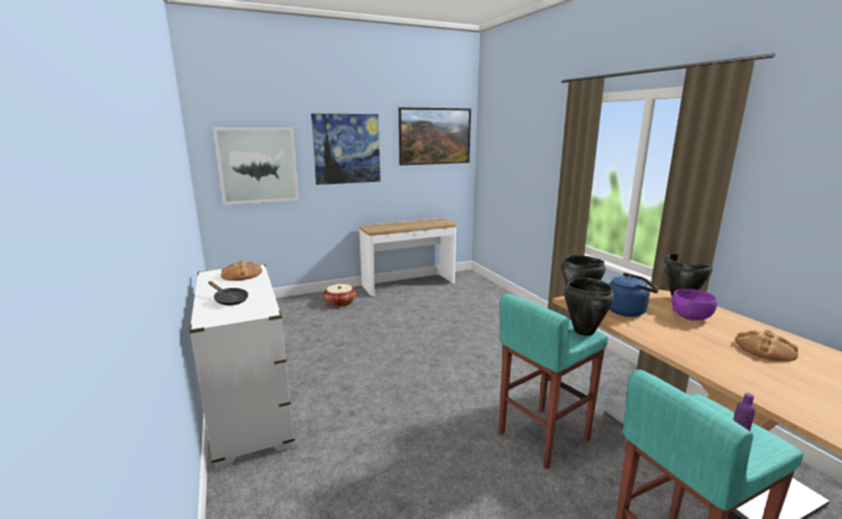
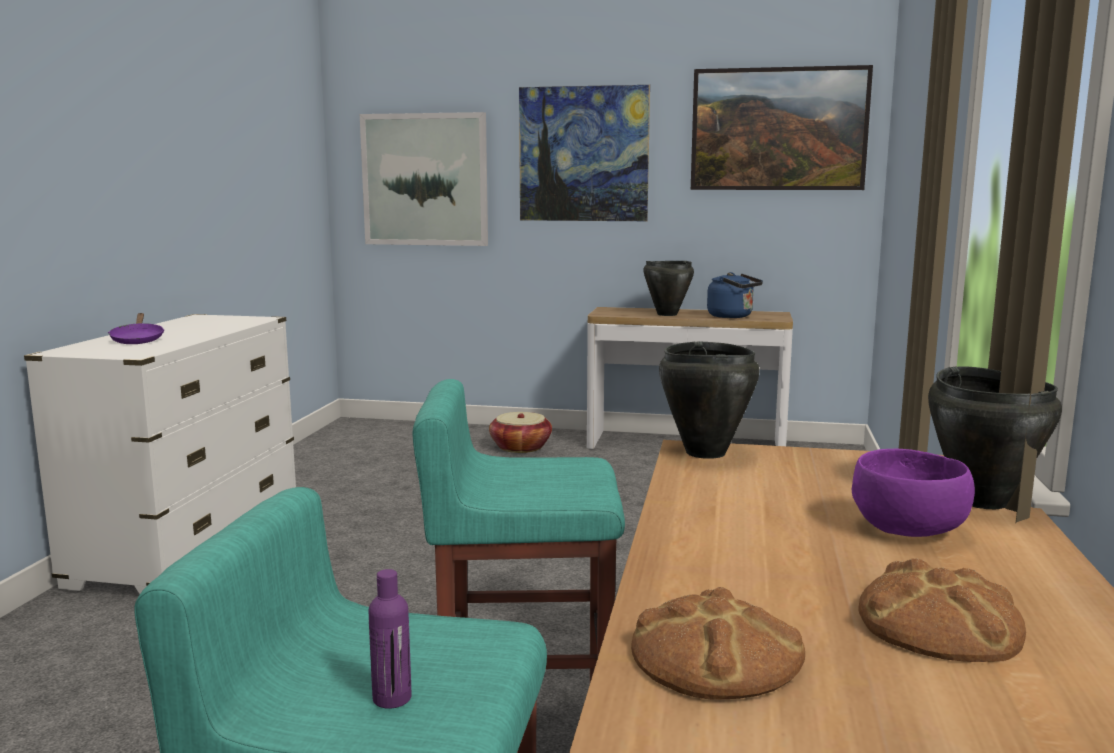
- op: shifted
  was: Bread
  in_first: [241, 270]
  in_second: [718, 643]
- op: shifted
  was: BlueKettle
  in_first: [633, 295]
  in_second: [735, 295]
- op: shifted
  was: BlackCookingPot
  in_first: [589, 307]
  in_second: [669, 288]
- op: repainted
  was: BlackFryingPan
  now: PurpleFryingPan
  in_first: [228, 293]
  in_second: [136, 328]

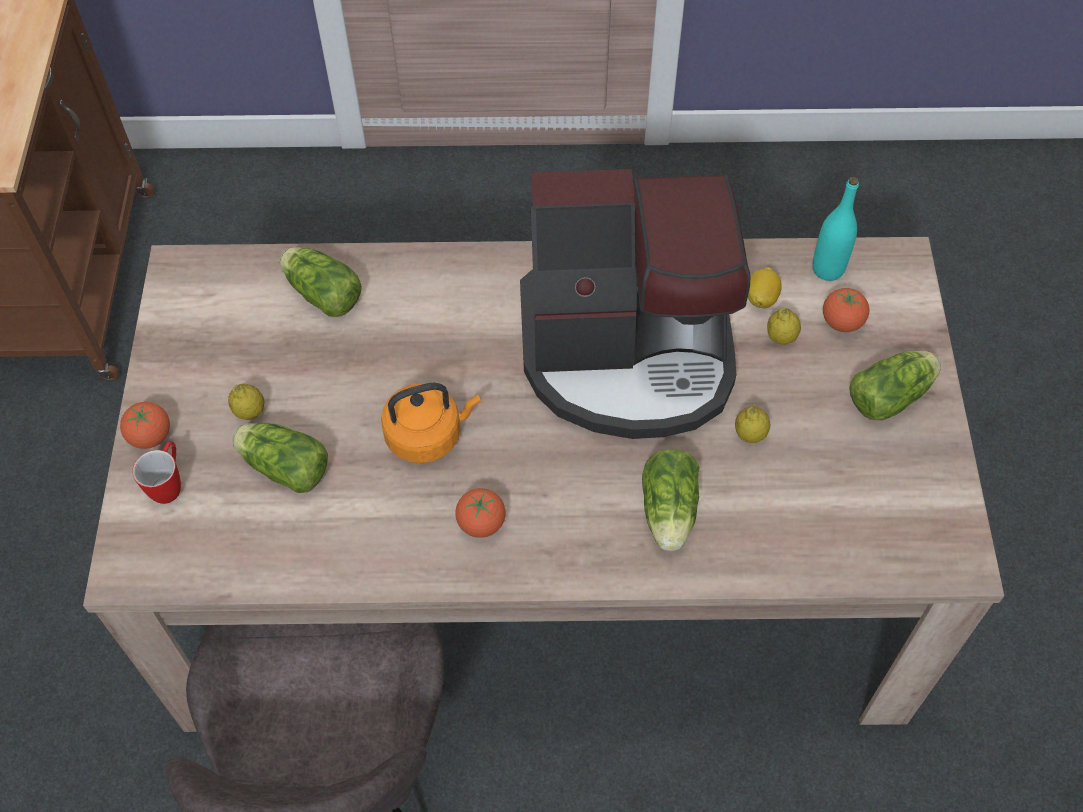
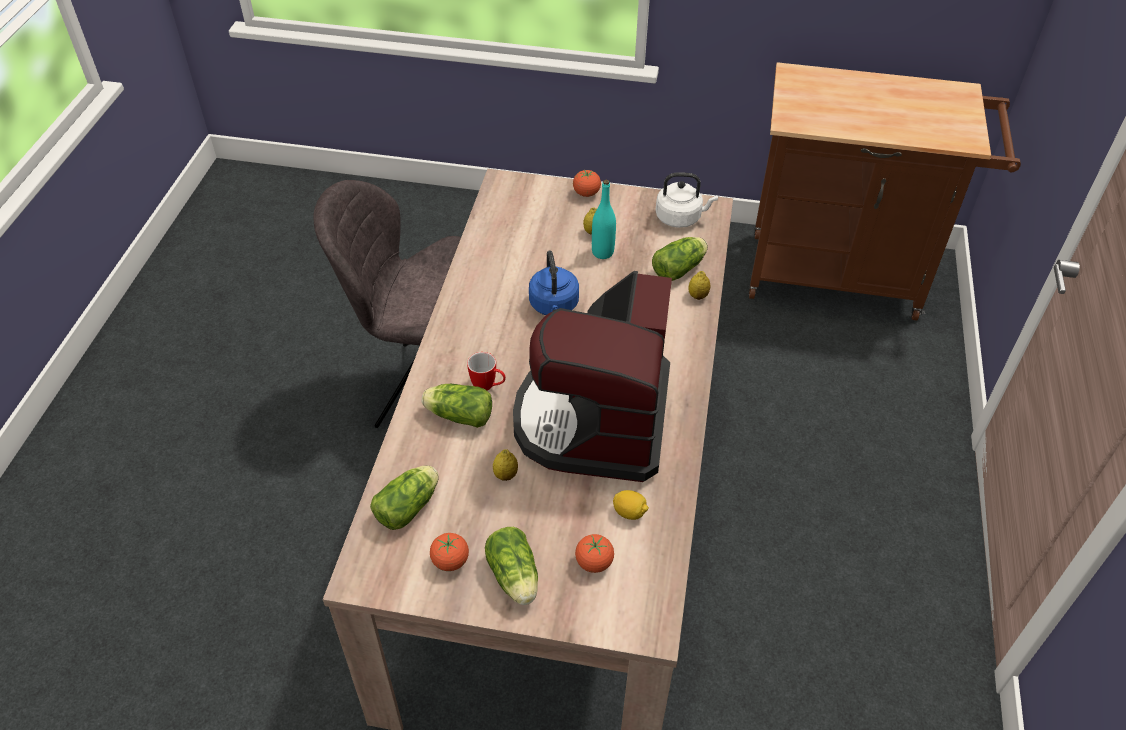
- op: shifted
  was: TurquoiseBottle
  in_first: [835, 229]
  in_second: [604, 219]
- op: shifted
  was: Lemon
  in_first: [784, 326]
  in_second: [699, 285]
- op: repainted
  was: OrangeKettle
  now: BlueKettle
  in_first: [431, 423]
  in_second: [554, 282]
- op: shifted
  was: Lettuce
  in_first: [280, 458]
  in_second: [404, 497]
- op: shifted
  was: Mug
  in_first: [156, 472]
  in_second: [486, 371]
- op: shifted
  was: Tomato
  in_first: [480, 513]
  in_second: [449, 552]
- op: new
  now: WhiteKettle
  in_second: [686, 200]

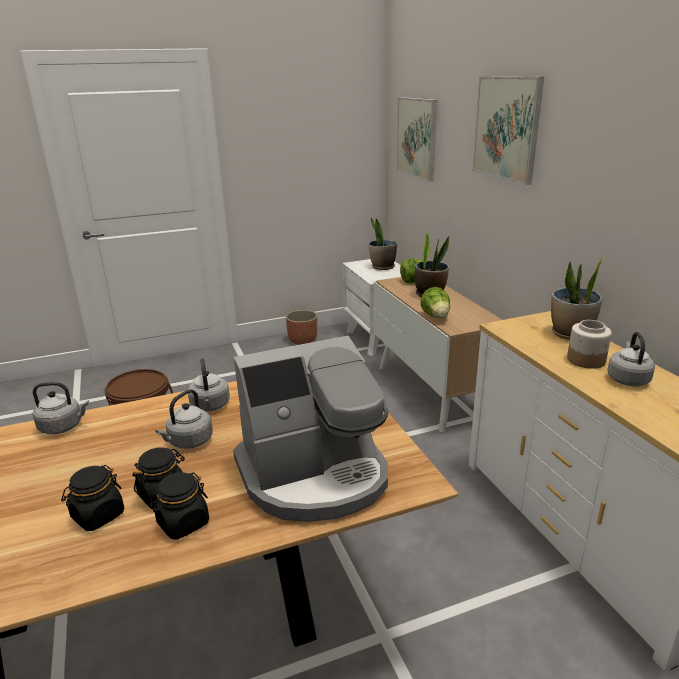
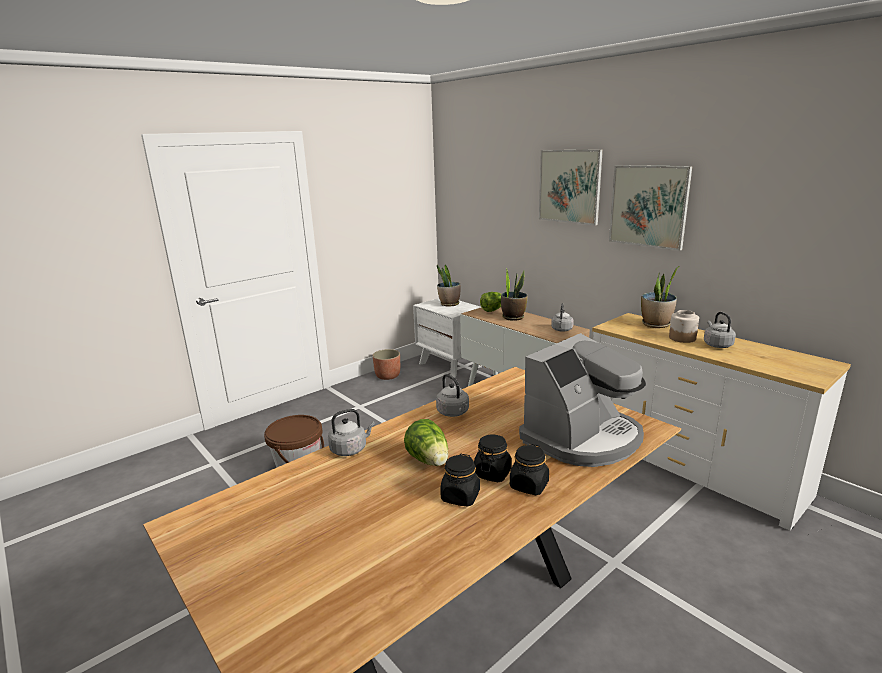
- op: shifted
  was: Picture
  in_first: [416, 139]
  in_second: [650, 208]
- op: shifted
  was: Lettuce
  in_first: [435, 302]
  in_second: [426, 442]
- op: shifted
  was: GreyKettle
  in_first: [184, 419]
  in_second: [562, 317]

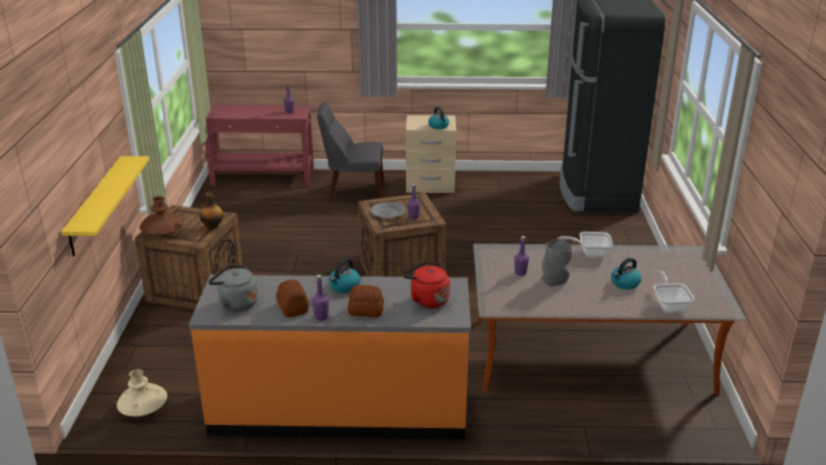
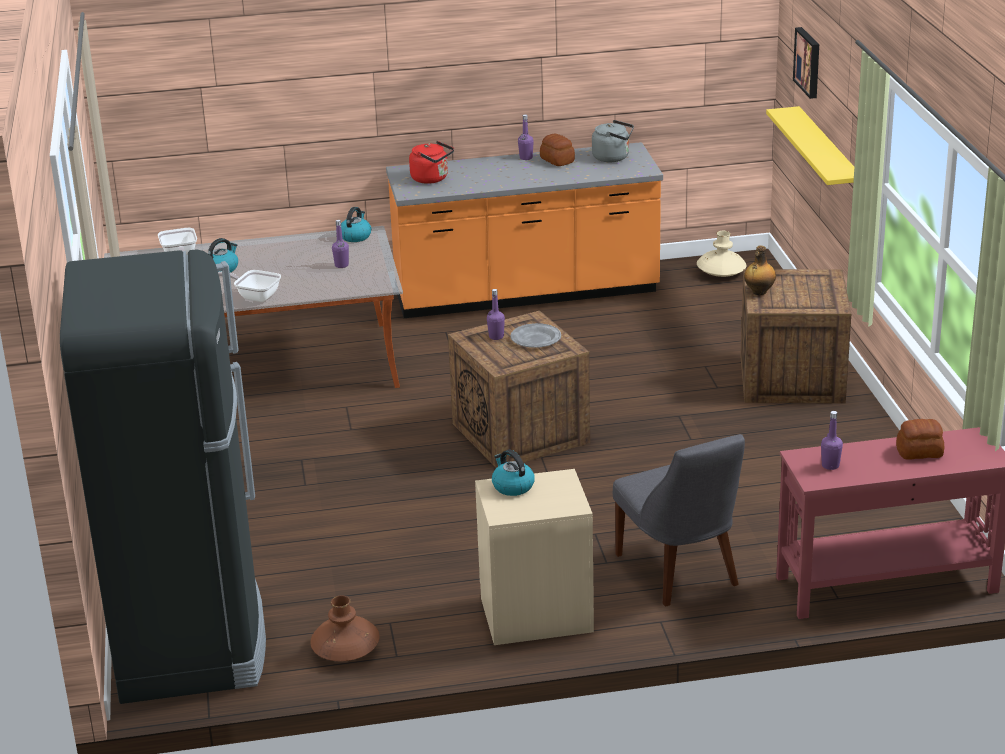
- op: rotated
  was: GreyChair
  in_first: [350, 152]
  in_second: [679, 520]
  clockwise: 75
- op: shifted
  was: BrownVase
  in_first: [161, 216]
  in_second: [345, 628]
- op: rotated
  was: FryingPan
  in_first: [585, 244]
  in_second: [249, 286]
  clockwise: -150
- op: gone
  was: GreyVase
  in_first: [557, 262]
- op: shifted
  was: Kettle
  in_first: [344, 275]
  in_second: [356, 224]
- op: shifted
  was: Bread
  in_first: [366, 301]
  in_second: [920, 439]
- op: new
  now: Picture
  in_second: [806, 63]

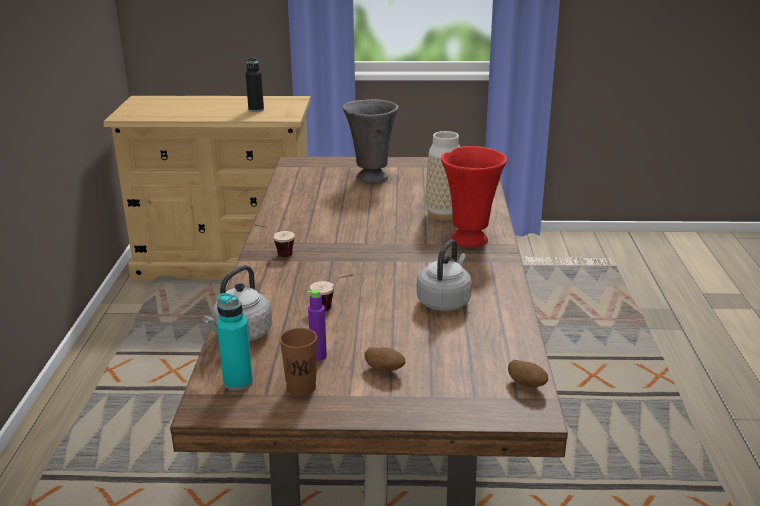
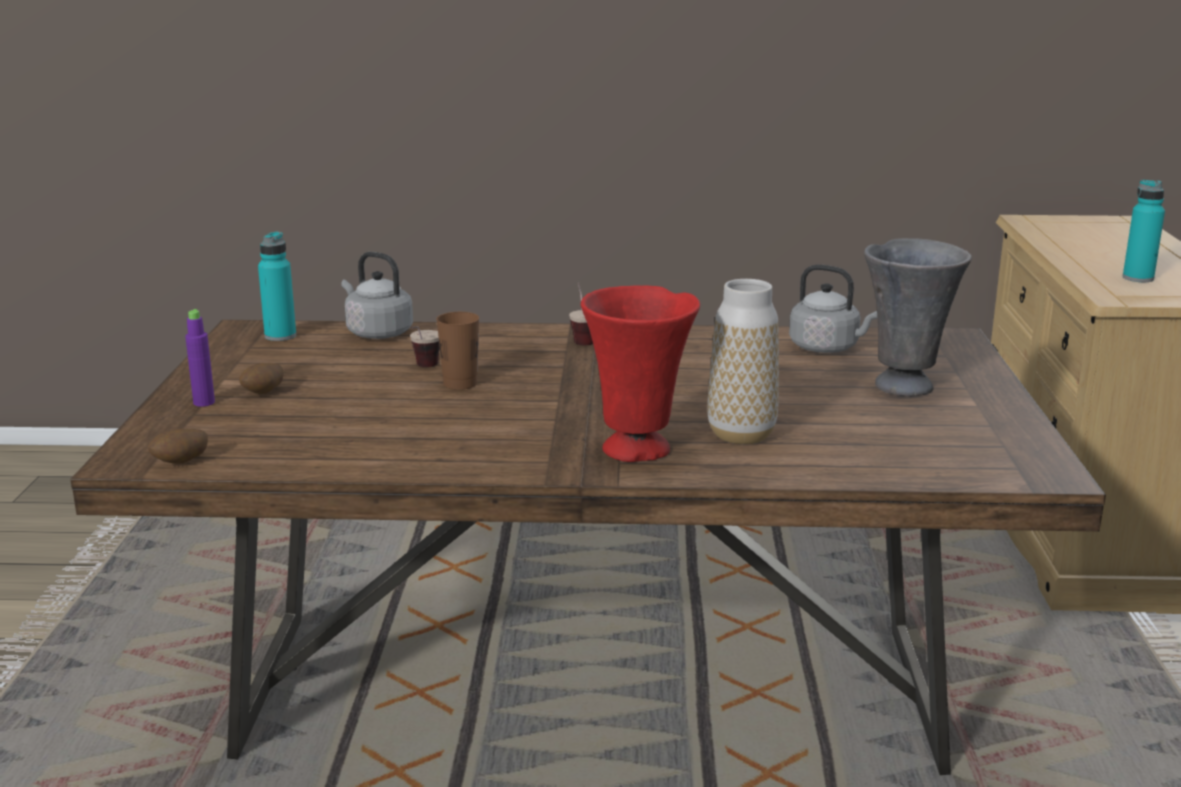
- op: repainted
  was: BlackBottle
  now: TurquoiseBottle
  in_first: [255, 84]
  in_second: [1144, 231]
- op: shifted
  was: GreyKettle
  in_first: [444, 275]
  in_second: [833, 309]
- op: shifted
  was: PurpleBottle
  in_first: [317, 325]
  in_second: [200, 358]
- op: shifted
  was: BrownCup
  in_first: [298, 362]
  in_second: [457, 351]

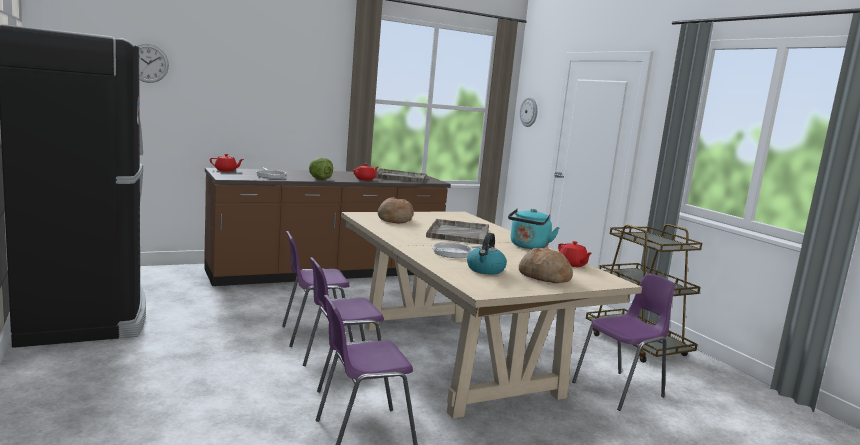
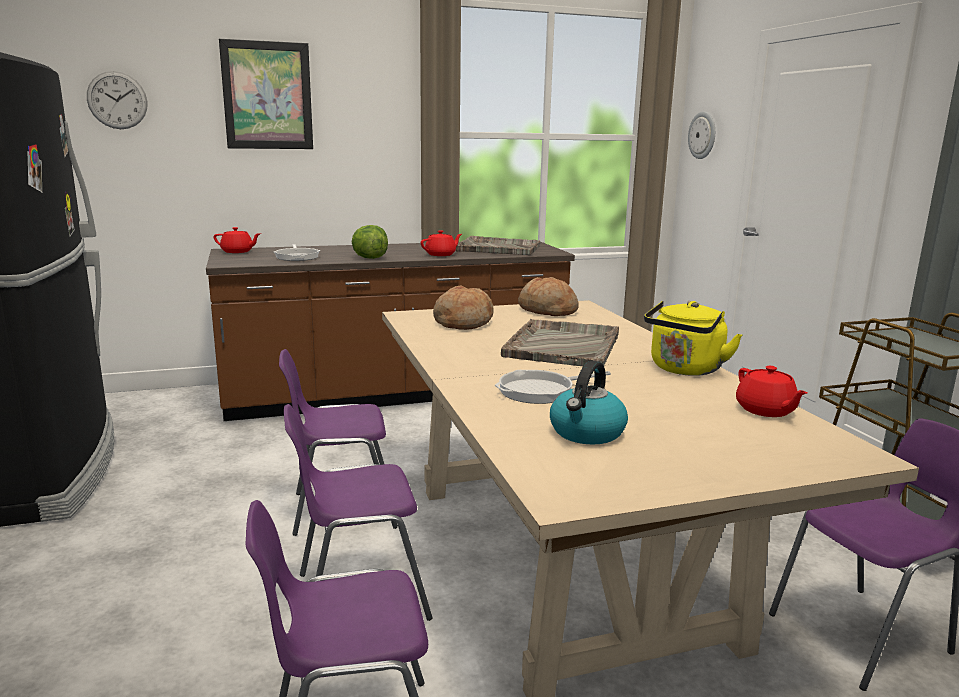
- op: repainted
  was: TurquoiseKettle
  now: YellowKettle
  in_first: [534, 228]
  in_second: [693, 338]
- op: shifted
  was: Bread
  in_first: [546, 265]
  in_second: [548, 296]
- op: new
  now: Picture
  in_second: [266, 94]

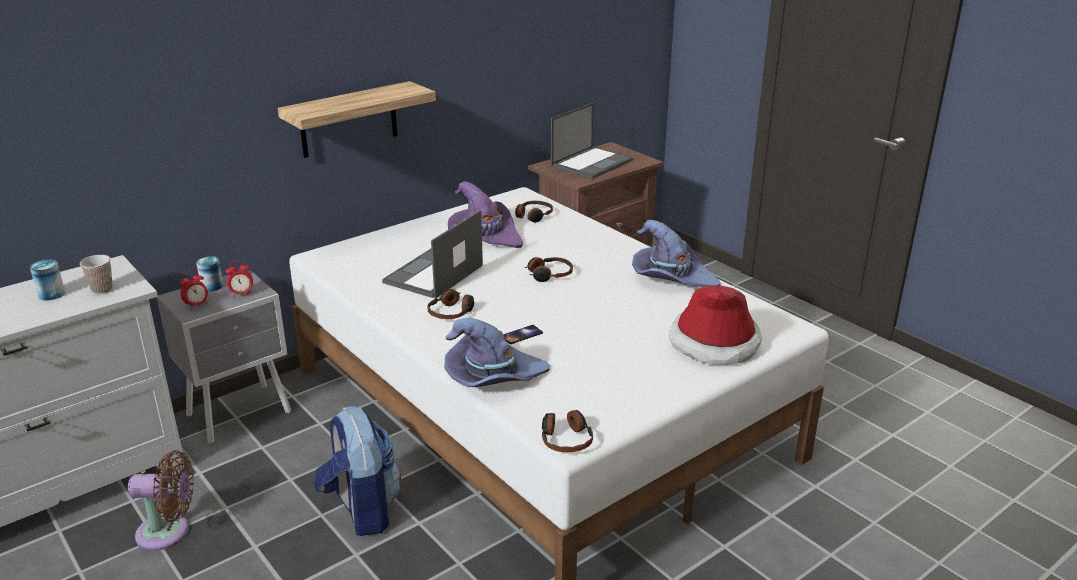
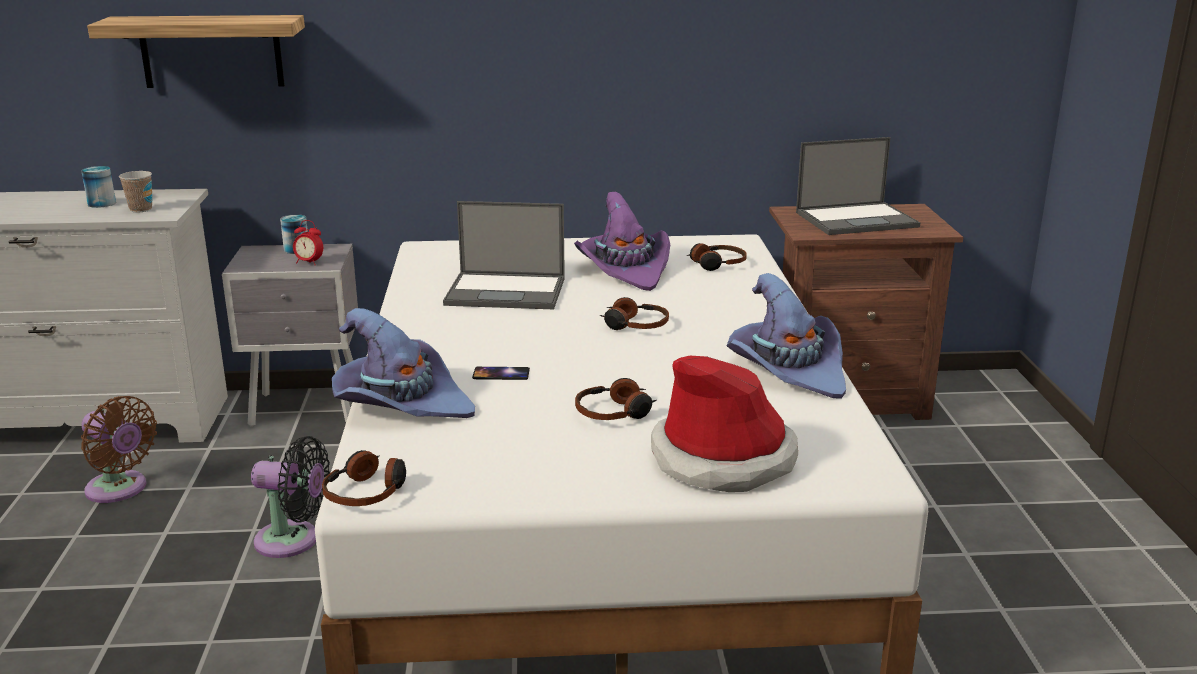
- op: shifted
  was: Shelf
  in_first: [357, 119]
  in_second: [196, 51]
- op: rotated
  was: Laptop
  in_first: [432, 254]
  in_second: [504, 255]
  clockwise: -150
- op: gone
  was: AlarmClock
  in_first: [194, 290]
- op: shifted
  was: Headphones
  in_first: [451, 304]
  in_second: [615, 399]
- op: swapped
  was: Backpack
  now: BlackFan
  in_first: [357, 471]
  in_second: [290, 497]

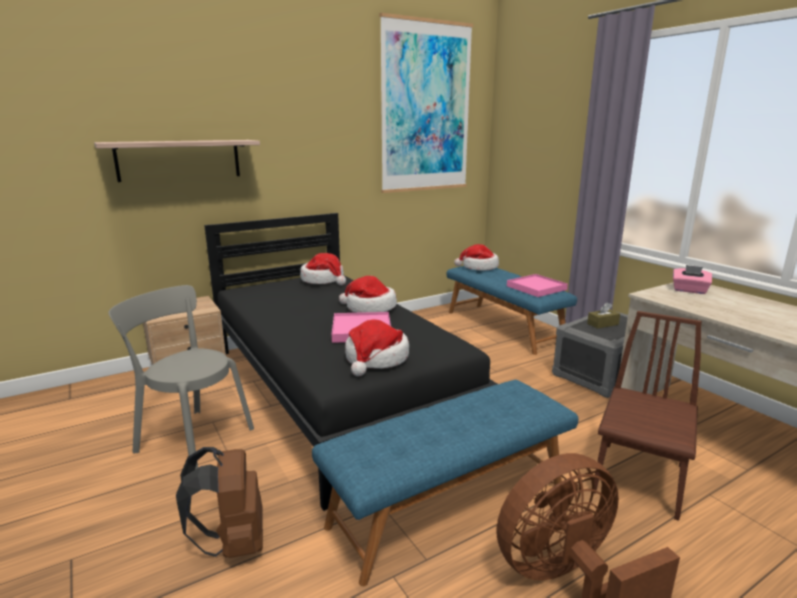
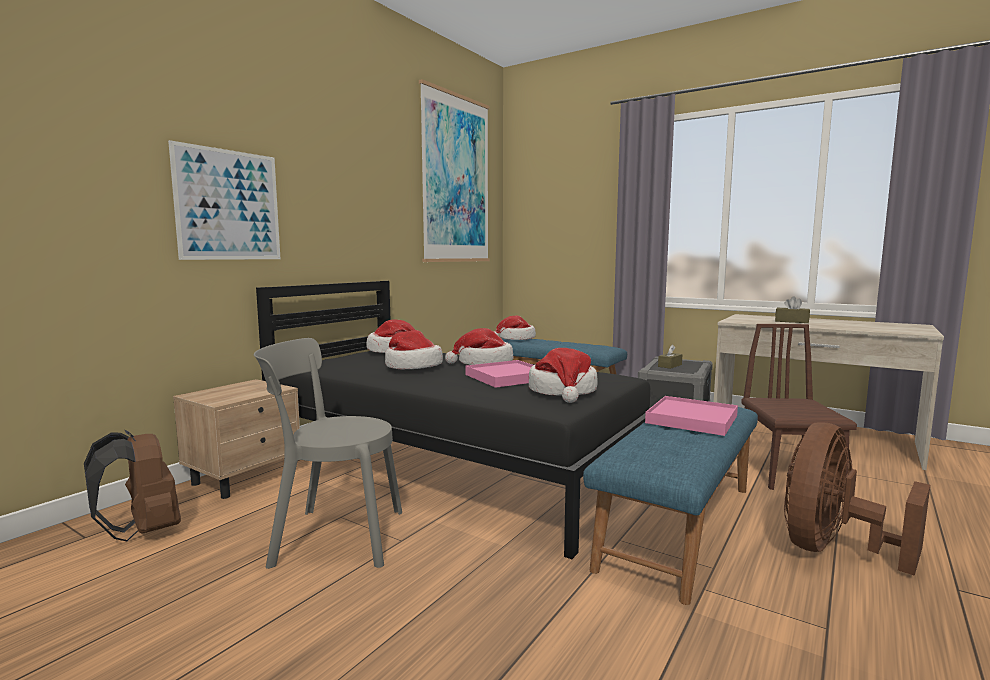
- op: swapped
  was: Shelf
  now: Picture
  in_first: [177, 161]
  in_second: [224, 200]
- op: gone
  was: PinkTissueBox
  in_first: [692, 279]
- op: shifted
  was: PinkTray
  in_first: [537, 285]
  in_second: [691, 416]
- op: shifted
  was: BrownBackpack
  in_first: [219, 502]
  in_second: [132, 485]
- op: new
  now: BrownTissueBox
  in_second: [792, 309]
- op: new
  now: Hat
  in_second: [414, 349]

